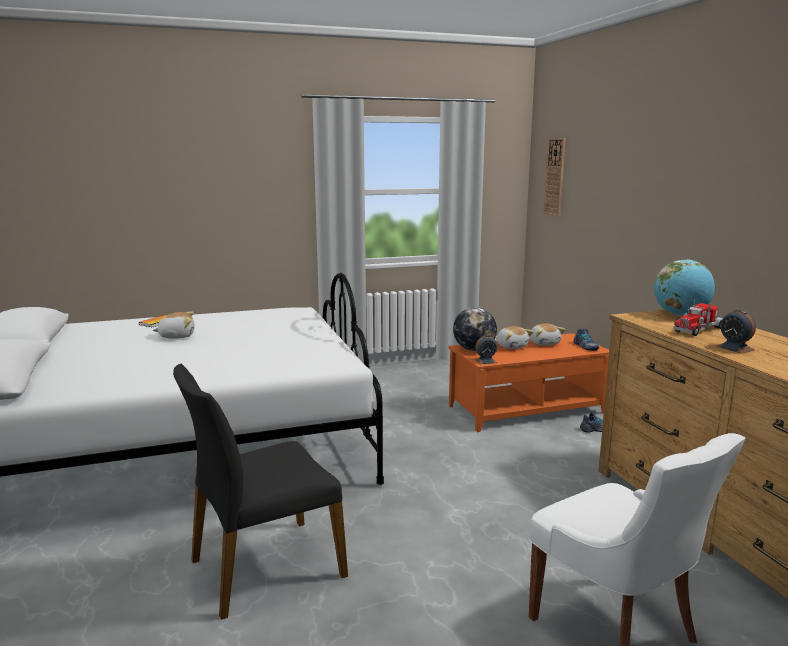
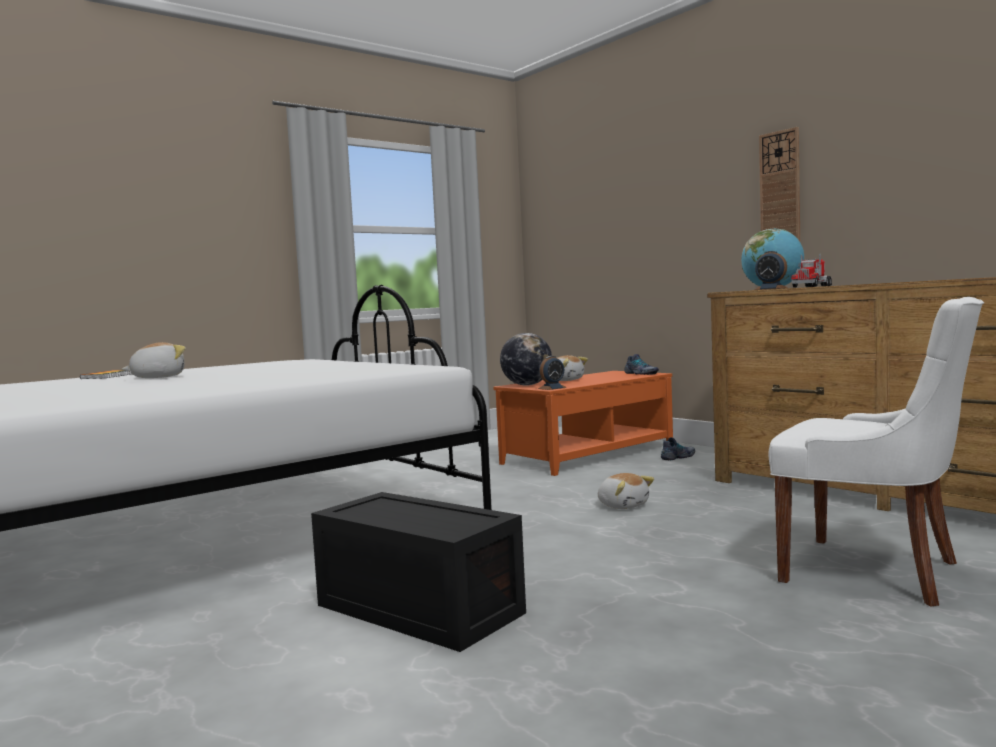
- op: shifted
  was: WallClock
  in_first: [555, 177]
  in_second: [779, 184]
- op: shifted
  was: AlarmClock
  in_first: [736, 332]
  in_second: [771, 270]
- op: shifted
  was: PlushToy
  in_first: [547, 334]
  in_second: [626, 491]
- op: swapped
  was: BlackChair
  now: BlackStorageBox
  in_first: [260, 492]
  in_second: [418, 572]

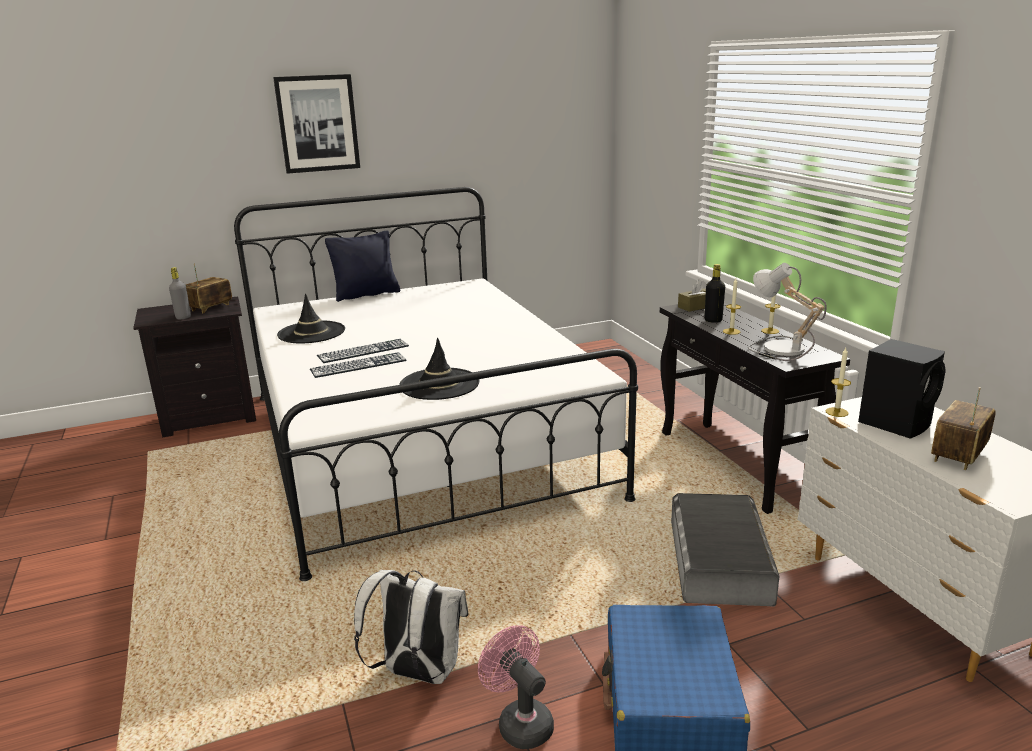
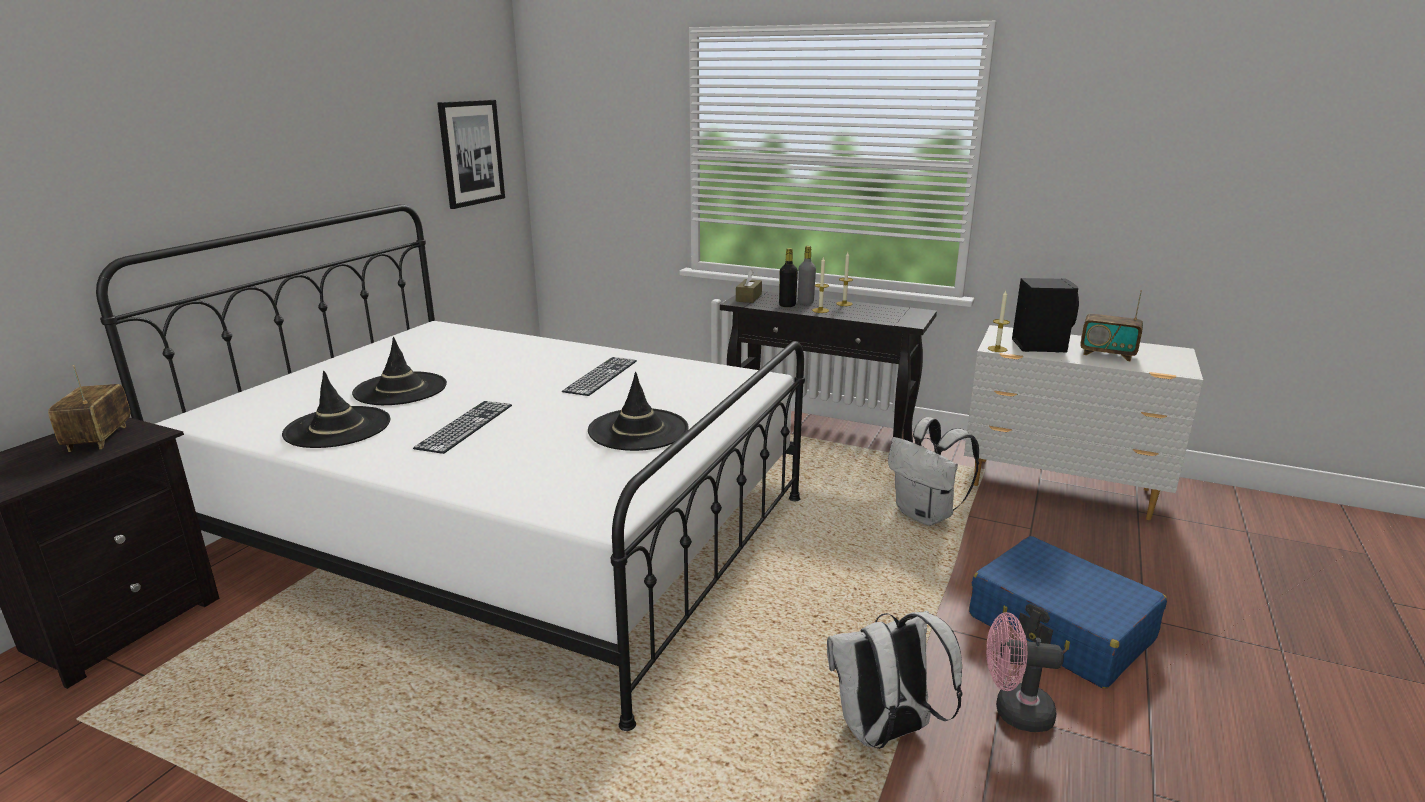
- op: shifted
  was: Picture
  in_first: [316, 124]
  in_second: [471, 154]
- op: gone
  was: BlackPillow
  in_first: [362, 266]
- op: gone
  was: TableLamp
  in_first: [787, 312]
- op: shifted
  was: GreyBottle
  in_first: [180, 293]
  in_second: [807, 275]
- op: shifted
  was: Keyboard
  in_first: [358, 365]
  in_second: [599, 376]
- op: rotated
  was: Radio
  in_first: [963, 428]
  in_second: [1111, 325]
  clockwise: -60
- op: swapped
  was: GreyStorageBox
  now: WhiteBackpack
  in_first: [725, 549]
  in_second: [933, 471]
- op: new
  now: BlackHat
  in_second: [399, 371]

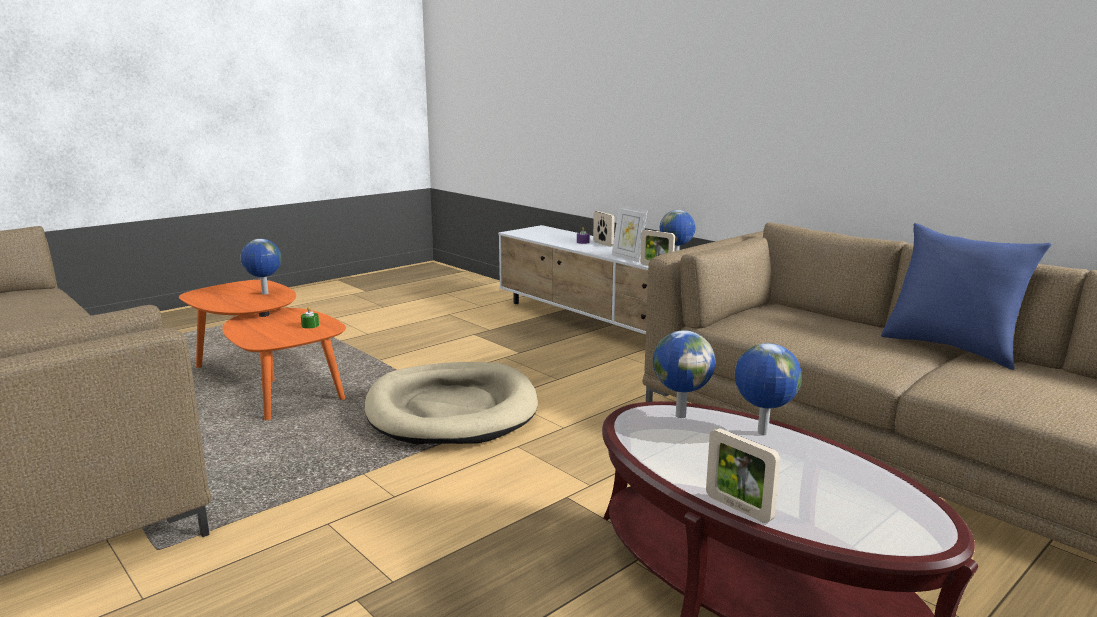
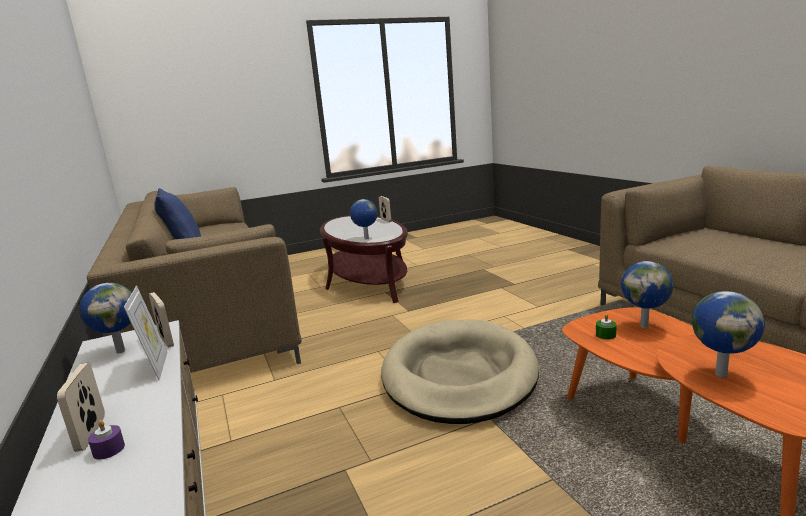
- op: shifted
  was: Globe
  in_first: [768, 389]
  in_second: [647, 294]

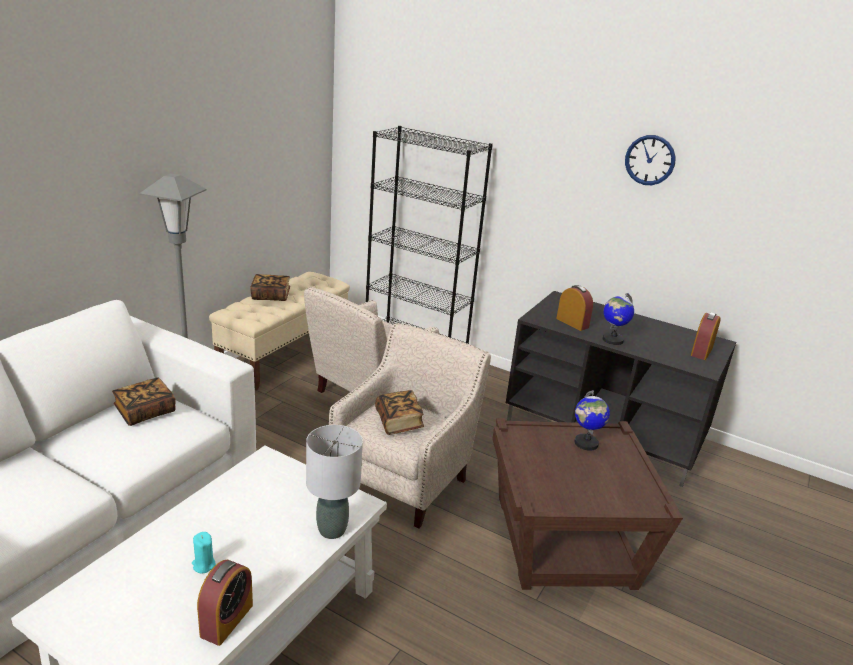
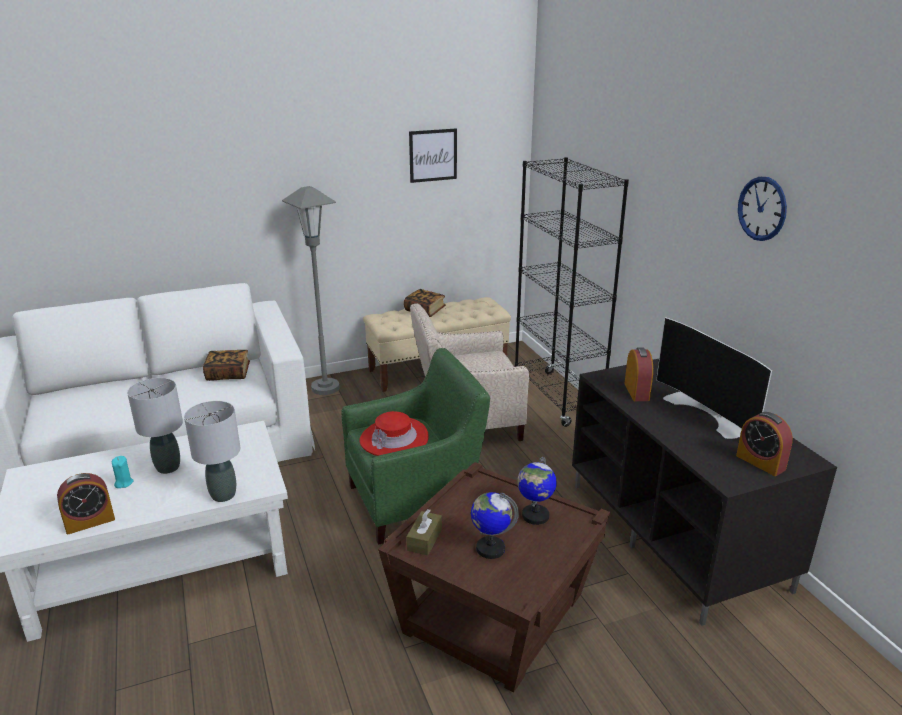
- op: shifted
  was: Globe
  in_first: [618, 319]
  in_second: [495, 525]
- op: rotated
  was: AlarmClock
  in_first: [706, 336]
  in_second: [764, 444]
  clockwise: -105
- op: repainted
  was: BeigeArmchair
  now: GreenArmchair
  in_first: [410, 426]
  in_second: [415, 446]
- op: swapped
  was: Book
  now: RedHat
  in_first: [399, 412]
  in_second: [394, 433]
- op: new
  now: Picture
  in_second: [433, 156]
- op: new
  now: Television
  in_second: [714, 378]
- op: new
  now: GreyTableLamp
  in_second: [155, 426]
- op: new
  now: BrownTissueBox
  in_second: [424, 532]

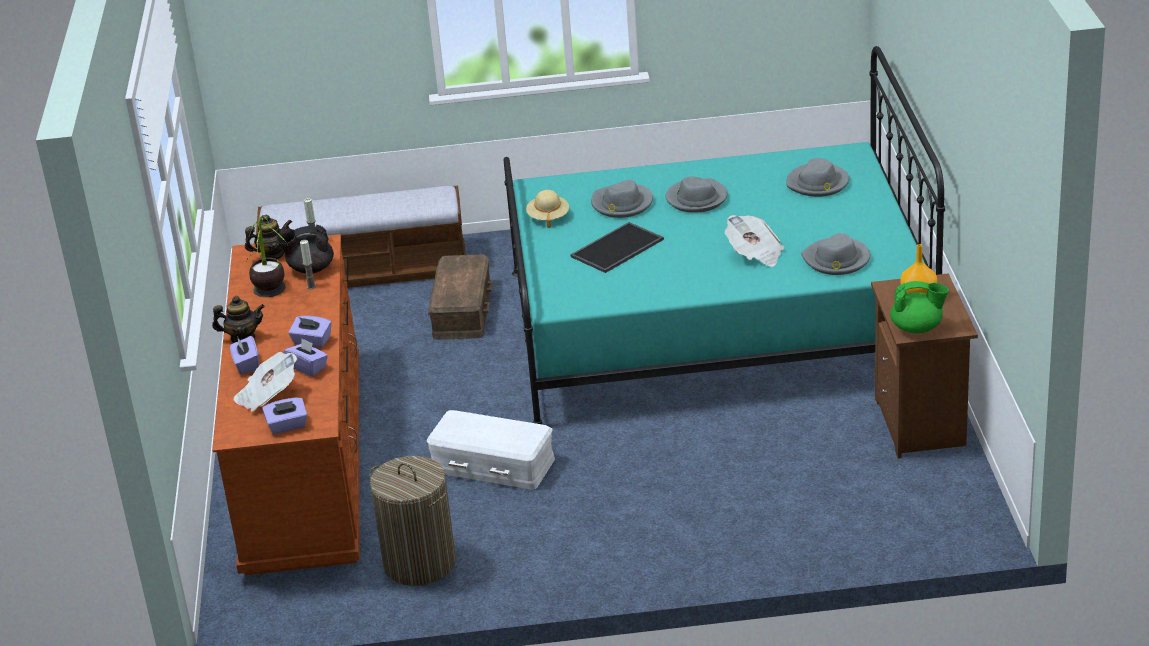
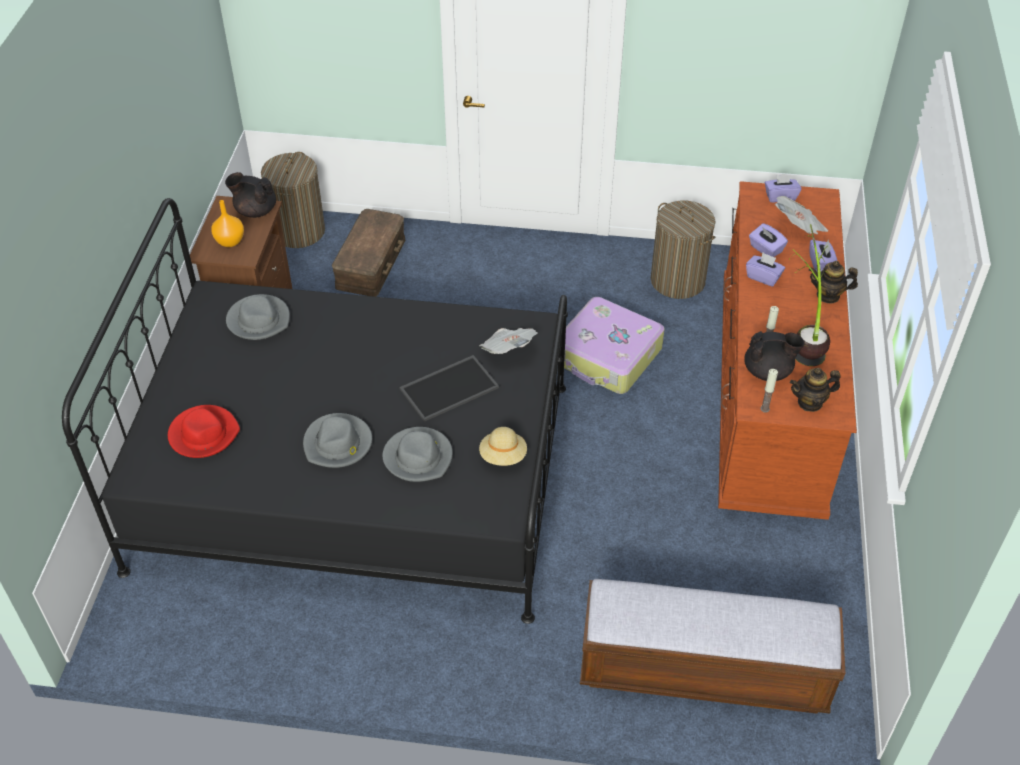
- op: repainted
  was: TurquoiseBed
  now: BlackBed
  in_first: [724, 235]
  in_second: [315, 411]
- op: repainted
  was: GreyHat
  now: RedHat
  in_first: [817, 177]
  in_second: [204, 431]
- op: shifted
  was: Newspaper
  in_first: [754, 241]
  in_second: [508, 341]
- op: shifted
  was: BrownStorageBox
  in_first: [460, 297]
  in_second: [368, 253]
- op: repainted
  was: GreenTeapot
  now: BlackTeapot
  in_first: [919, 307]
  in_second: [250, 195]
- op: swapped
  was: WhiteStorageBox
  now: Suitcase
  in_first: [491, 450]
  in_second: [614, 345]
- op: new
  now: LaundryBasket
  in_second: [293, 200]

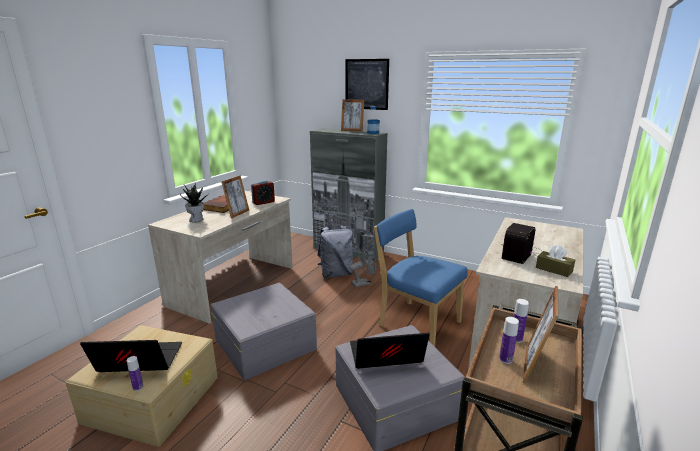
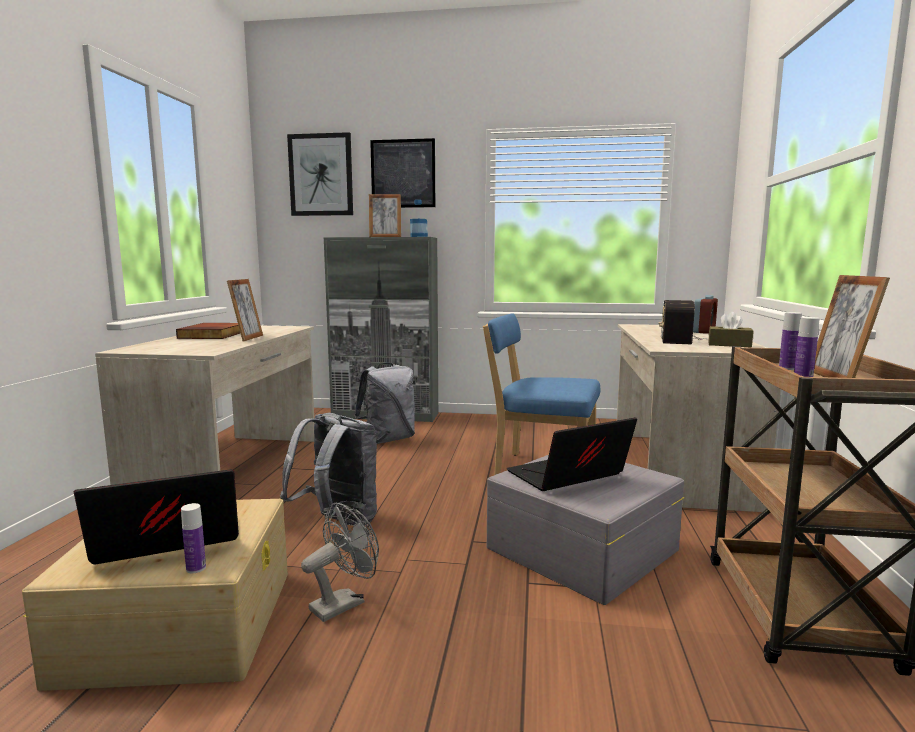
- op: shifted
  was: AlarmClock
  in_first: [263, 192]
  in_second: [705, 314]
- op: gone
  was: PottedPlant
  in_first: [193, 202]
- op: shifted
  was: GreyFan
  in_first: [363, 267]
  in_second: [340, 562]
- op: swapped
  was: GreyStorageBox
  now: GreyBackpack
  in_first: [264, 331]
  in_second: [328, 469]
- op: new
  now: Picture
  in_second: [320, 174]

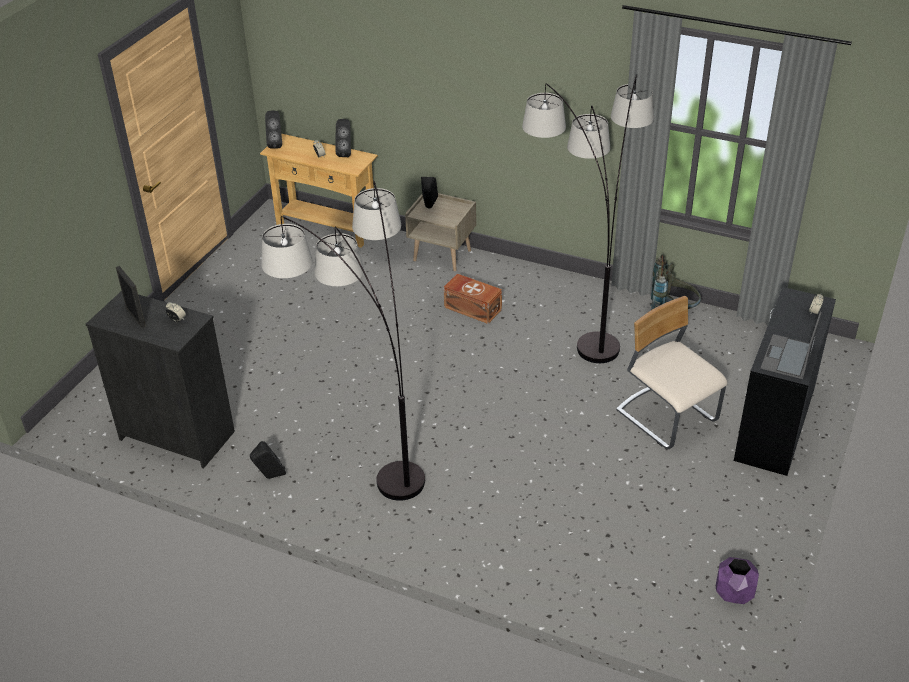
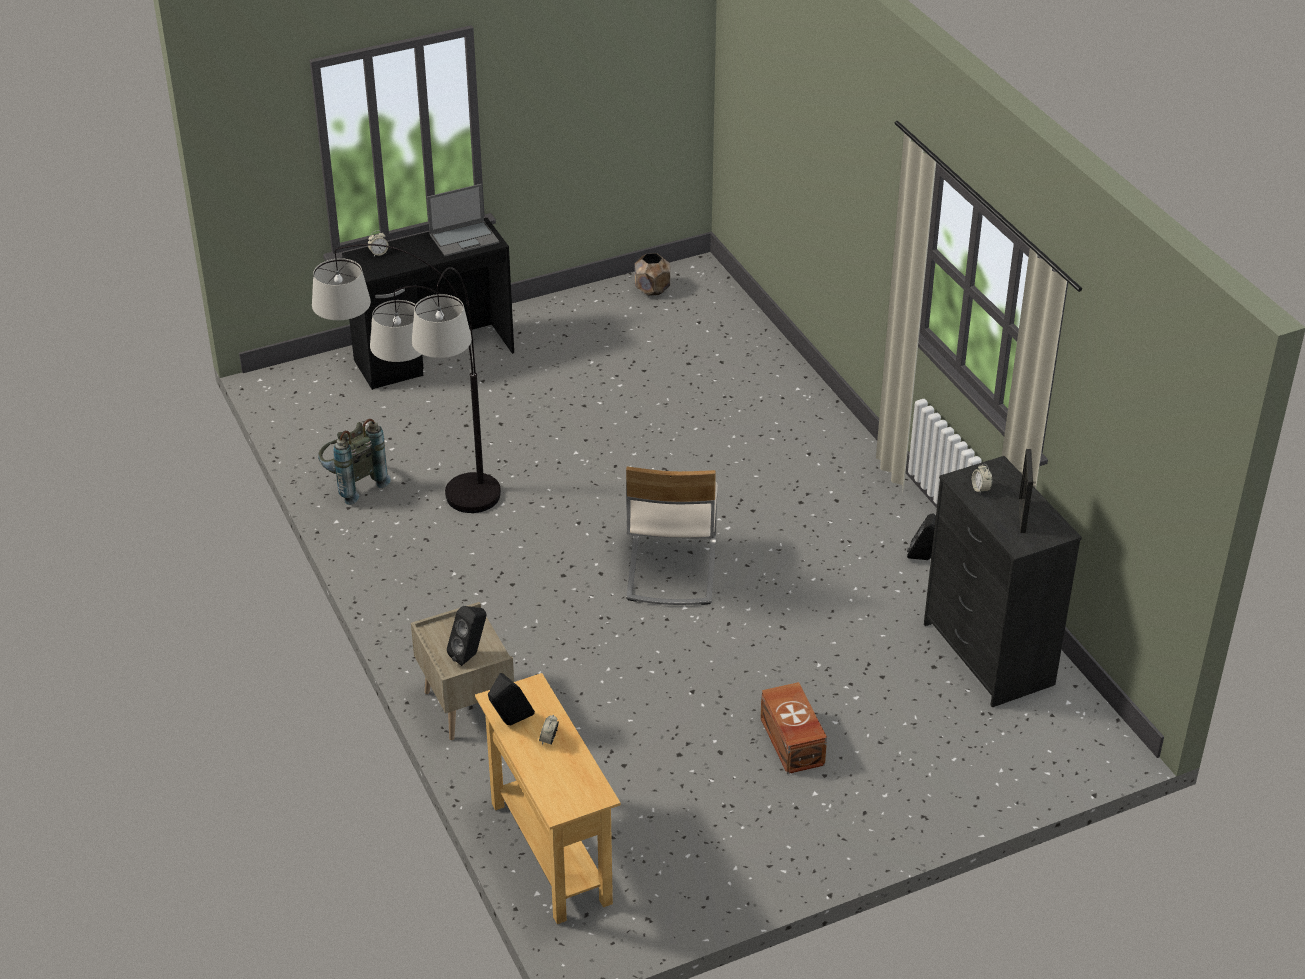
- op: gone
  was: BlackSpeaker
  in_first: [273, 129]
- op: gone
  was: FloorLamp
  in_first: [343, 341]
- op: shifted
  was: BrownStorageBox
  in_first: [473, 298]
  in_second: [793, 728]
- op: shifted
  was: BeigeChair
  in_first: [671, 372]
  in_second: [672, 535]
- op: repainted
  was: PurplePlanter
  now: BrownPlanter
  in_first: [737, 580]
  in_second: [652, 274]

